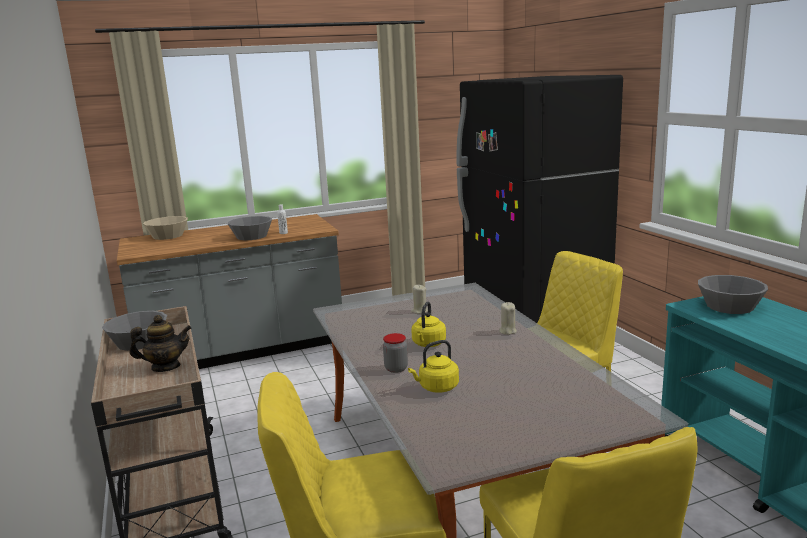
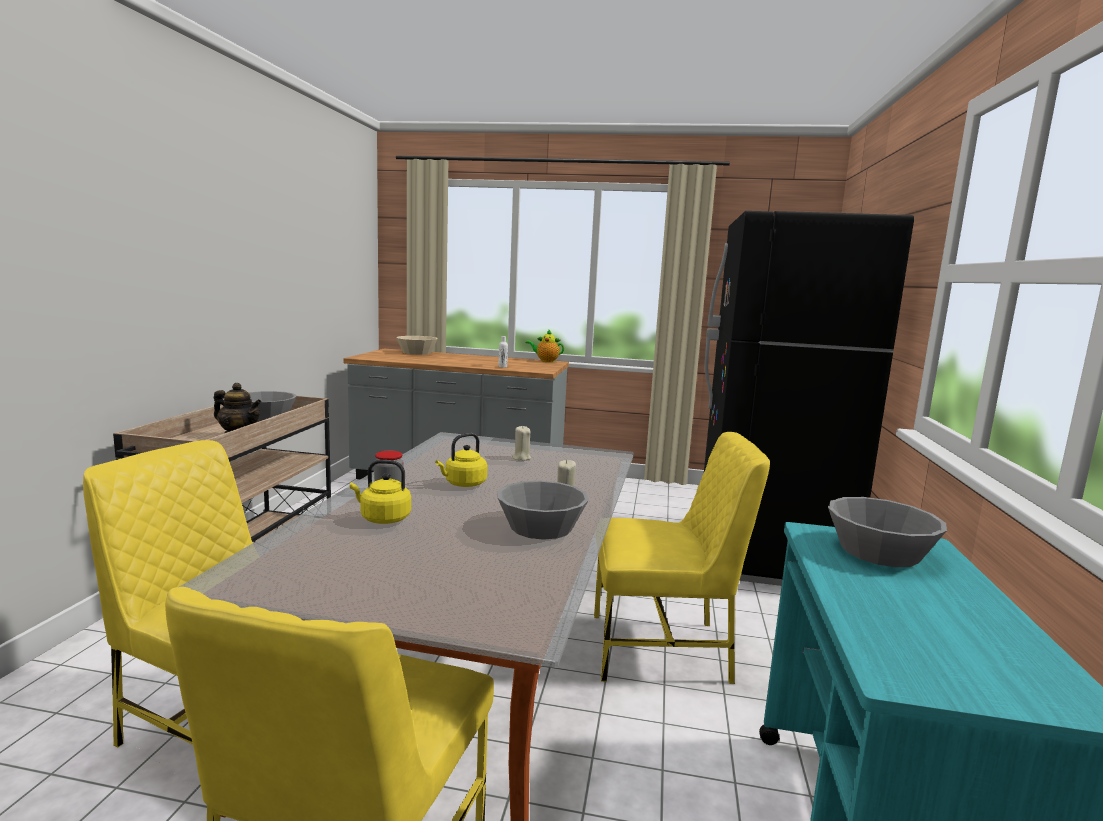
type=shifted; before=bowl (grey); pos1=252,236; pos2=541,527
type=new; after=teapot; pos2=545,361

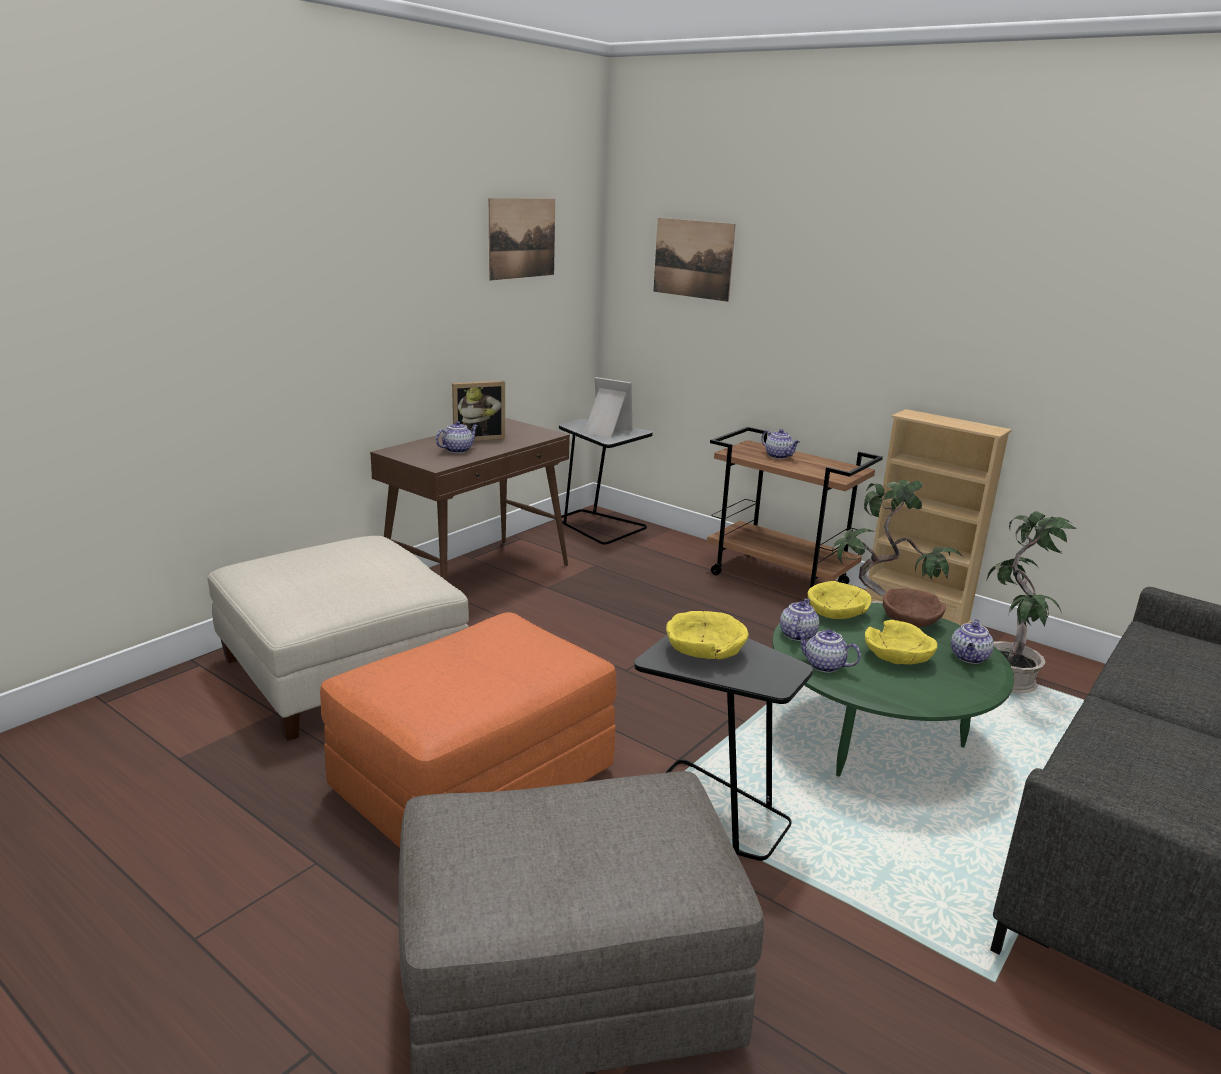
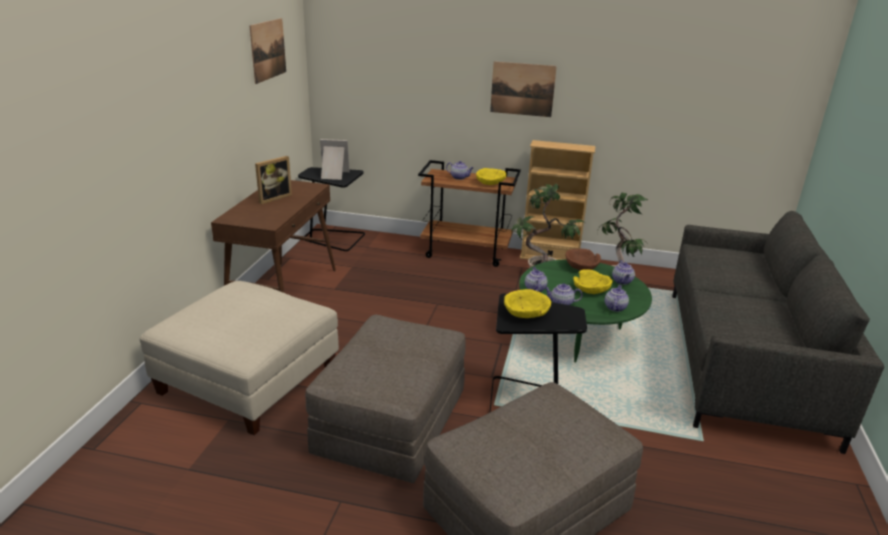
type=repainted; before=ottoman (orange); after=ottoman (grey); pos1=475,779; pos2=391,422
type=shifted; before=bowl (yellow); pos1=836,614; pos2=490,183
type=shifted; before=picture; pos1=693,259; pos2=522,89
type=shifted; before=teapot; pos1=458,450; pos2=615,307

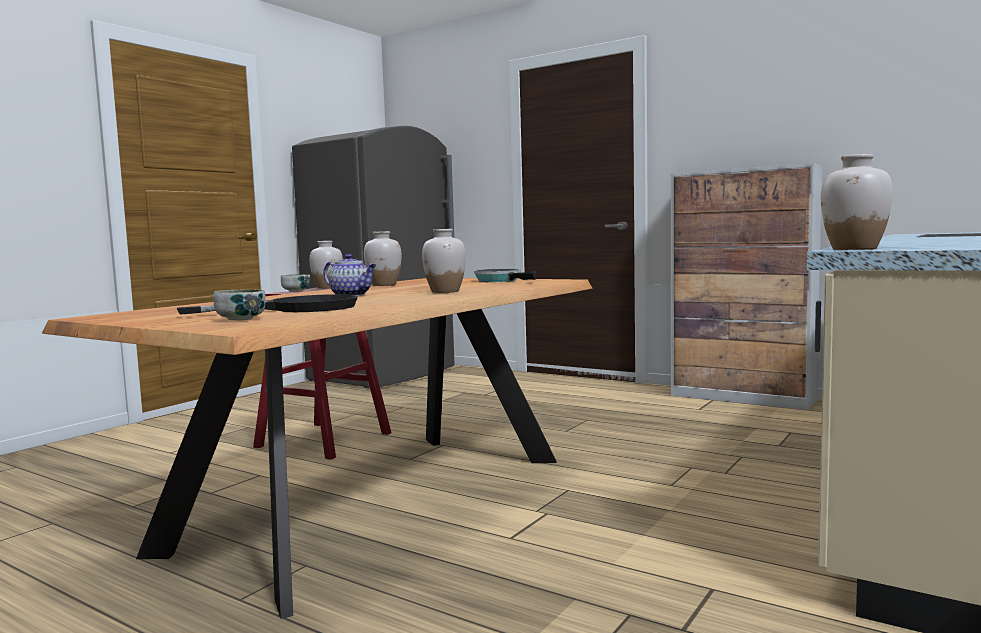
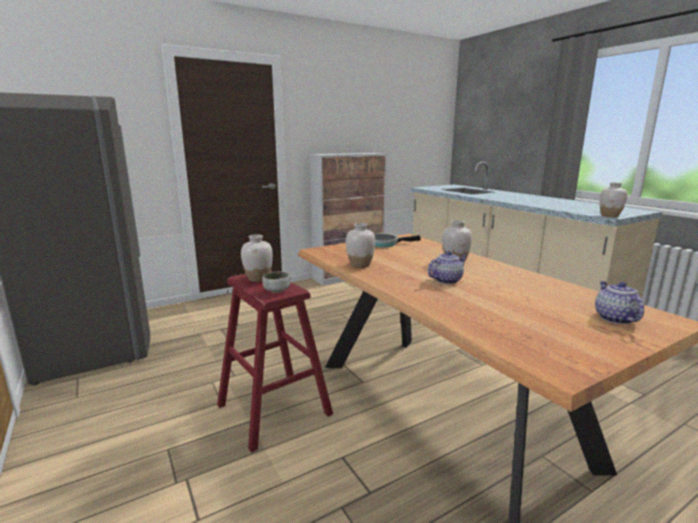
type=swapped; before=bowl; after=teapot; pos1=241,319; pos2=614,318
type=gone; before=frying pan (black); pos1=296,309

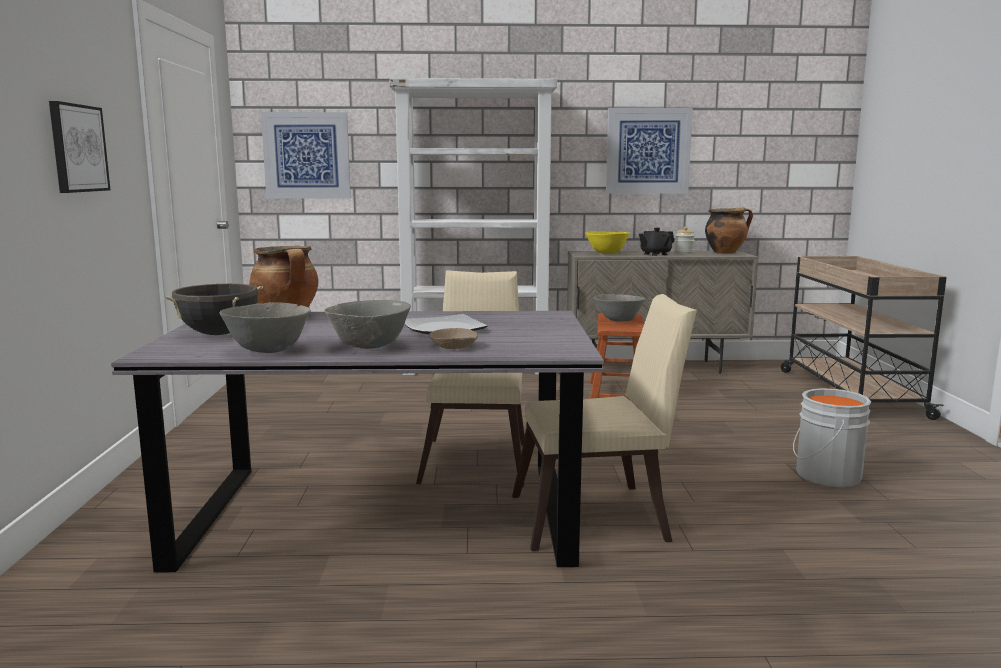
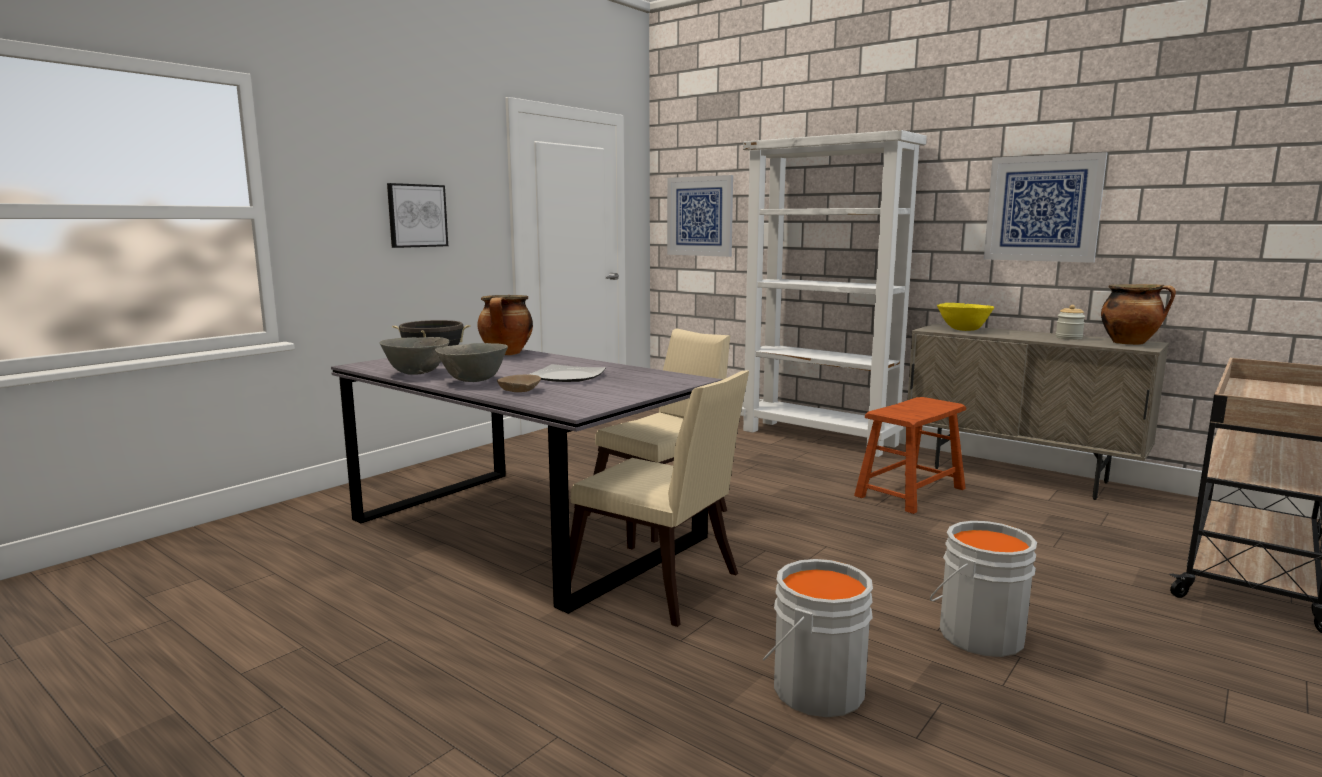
type=new; after=bucket (grey); pos2=813,688
type=gone; before=bowl (grey); pos1=618,320
type=gone; before=teapot (black); pos1=655,254

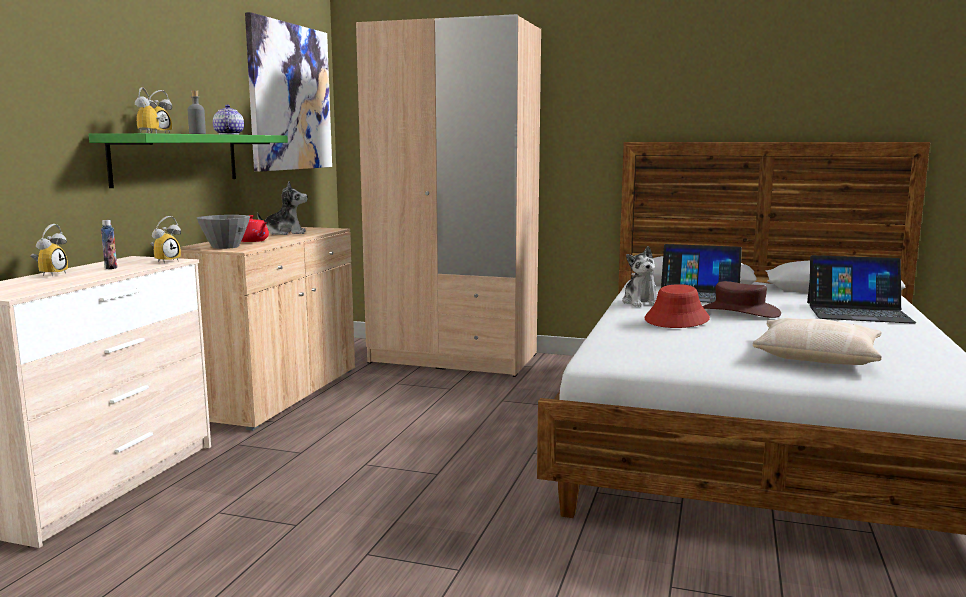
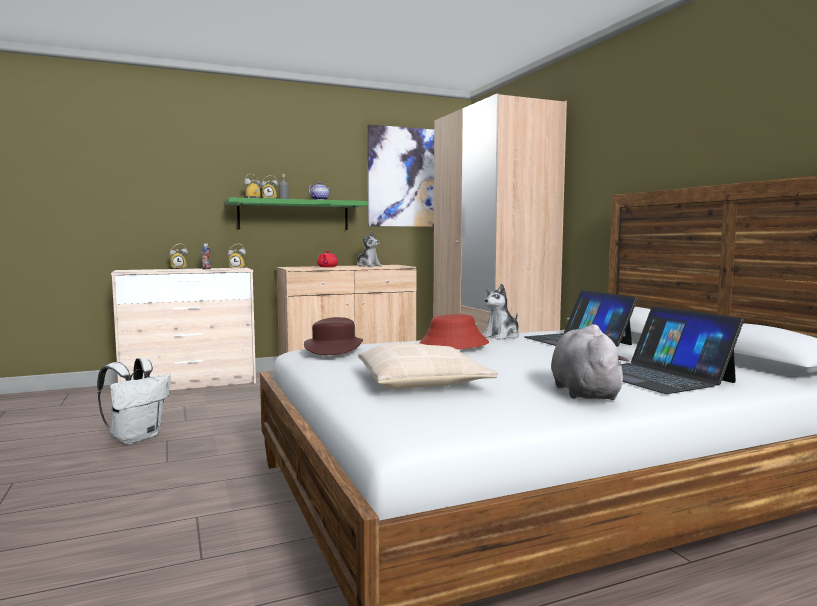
type=new; after=backpack (white); pos2=136,438
type=shifted; before=hat (brown); pos1=739,311; pos2=334,348
type=new; after=plush toy (grey); pos2=584,392
type=gone; before=bowl (grey); pos1=225,247

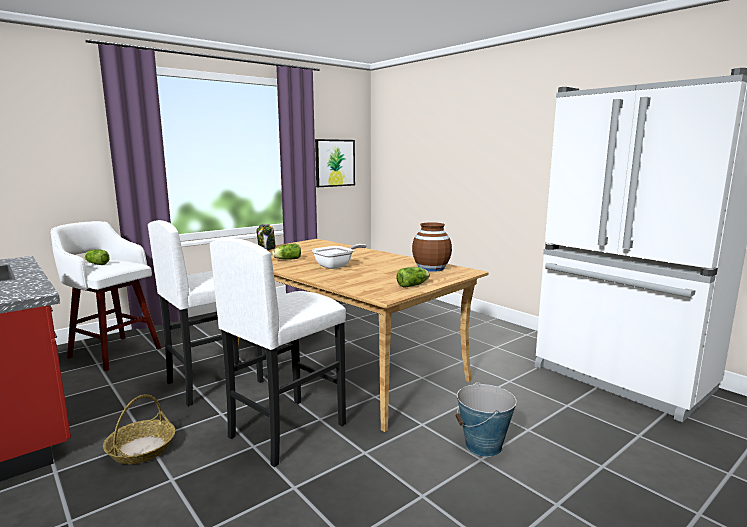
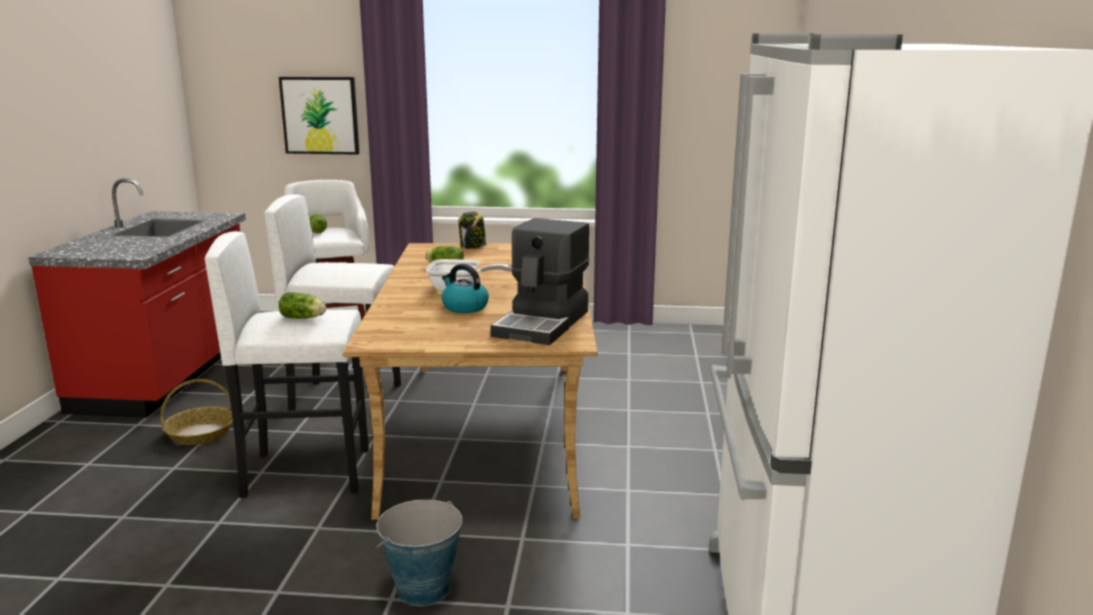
type=shifted; before=picture; pos1=334,163; pos2=320,115
type=shifted; before=lettuce; pos1=414,285; pos2=304,318
type=new; after=kettle; pos2=464,307
type=swapped; before=vase (brown); after=coffee machine; pos1=431,268; pos2=543,324

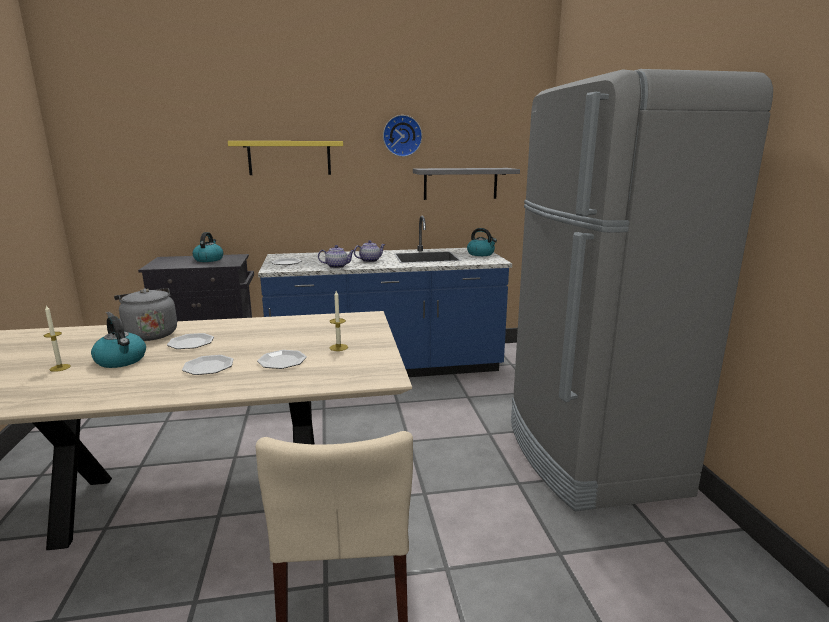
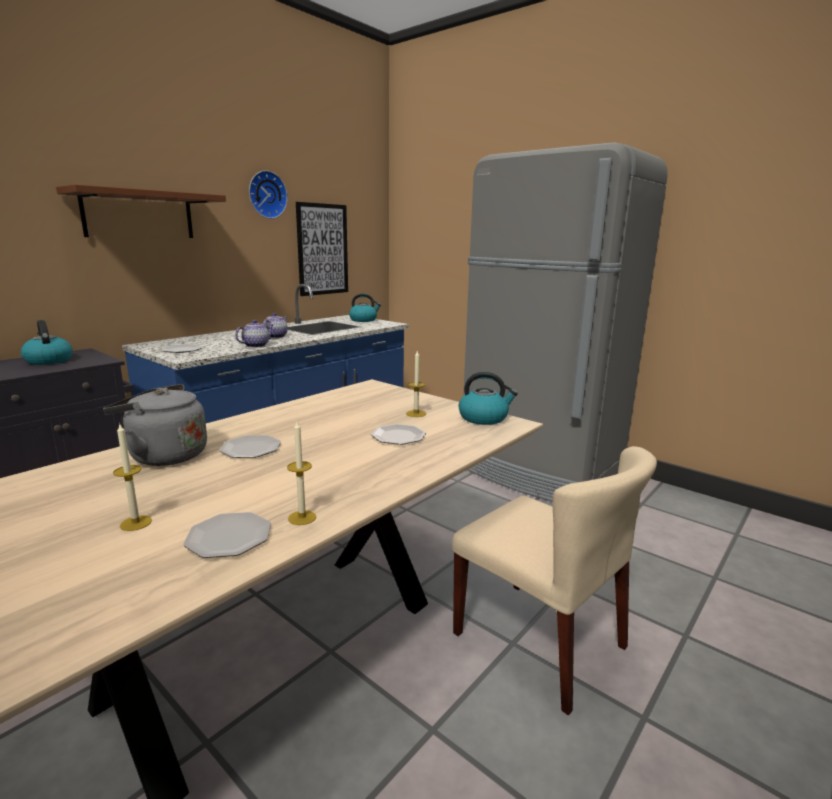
type=repainted; before=shelf (yellow); after=shelf (brown); pos1=289,158; pos2=139,215
type=shifted; before=plate; pos1=208,367; pos2=228,538
type=new; after=candle; pos2=302,517
type=swapped; before=shelf (grey); after=picture; pos1=460,183; pos2=322,249
type=shifted; before=kettle; pos1=121,360; pos2=484,418

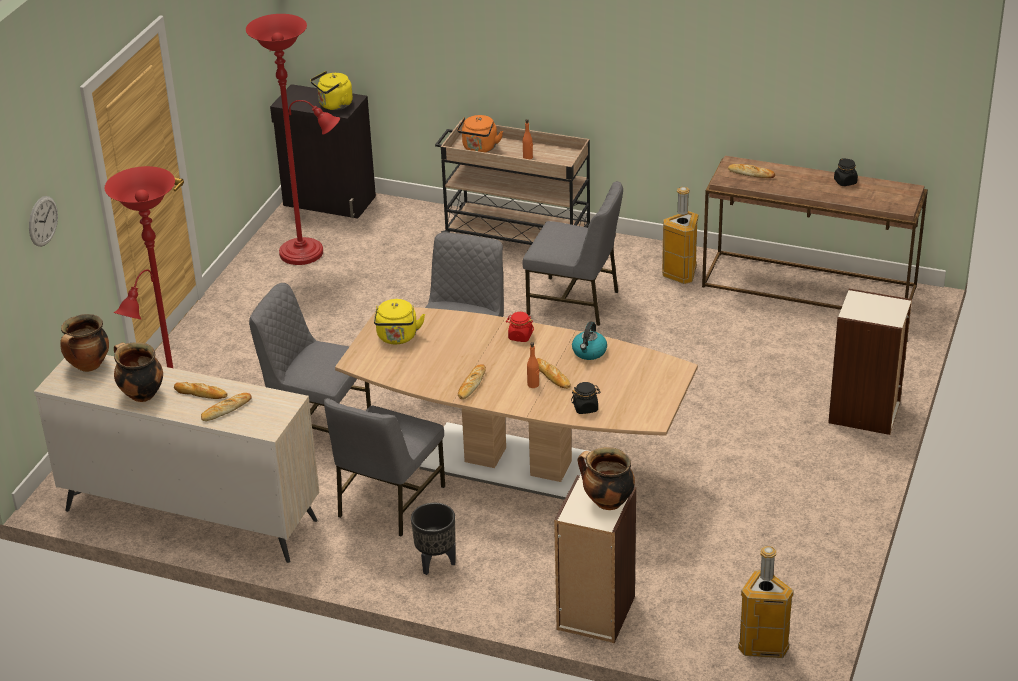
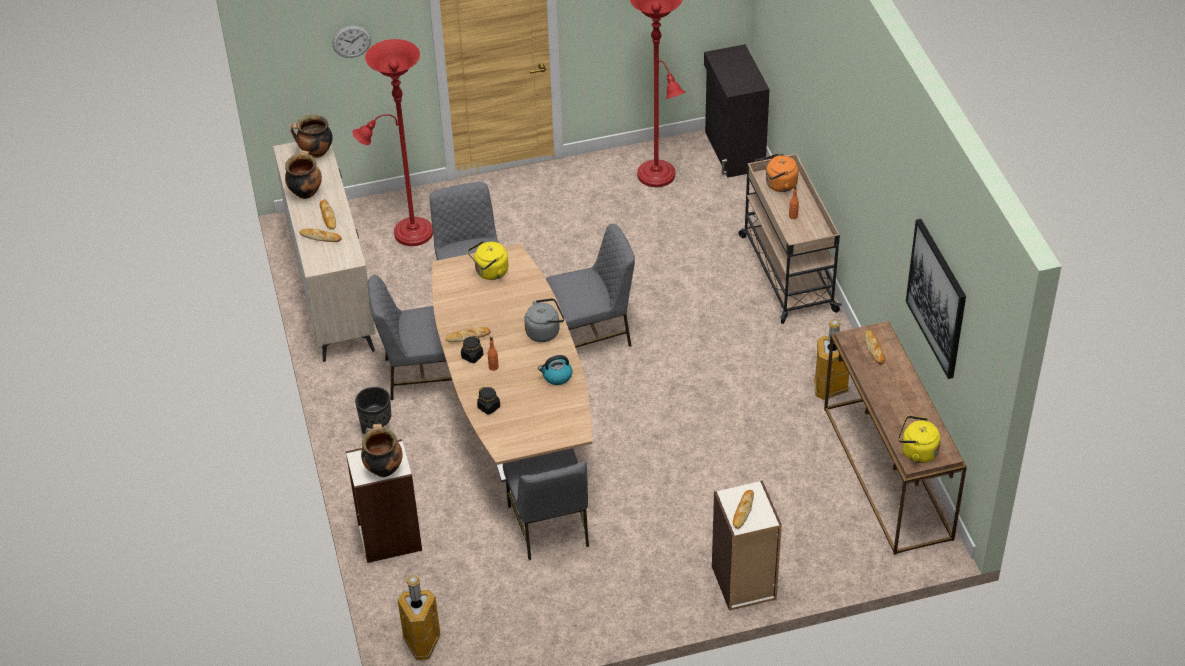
type=shifted; before=jar (black); pos1=845,182; pos2=472,356
type=shifted; before=chair (grey); pos1=574,302; pos2=549,527
type=swapped; before=jar (red); after=kettle (grey); pos1=520,336; pos2=544,331
type=shifted; before=bread; pos1=552,376; pos2=743,511
type=shifted; before=kettle (yellow); pos1=334,105; pos2=916,452
type=new; after=picture; pos2=937,298

